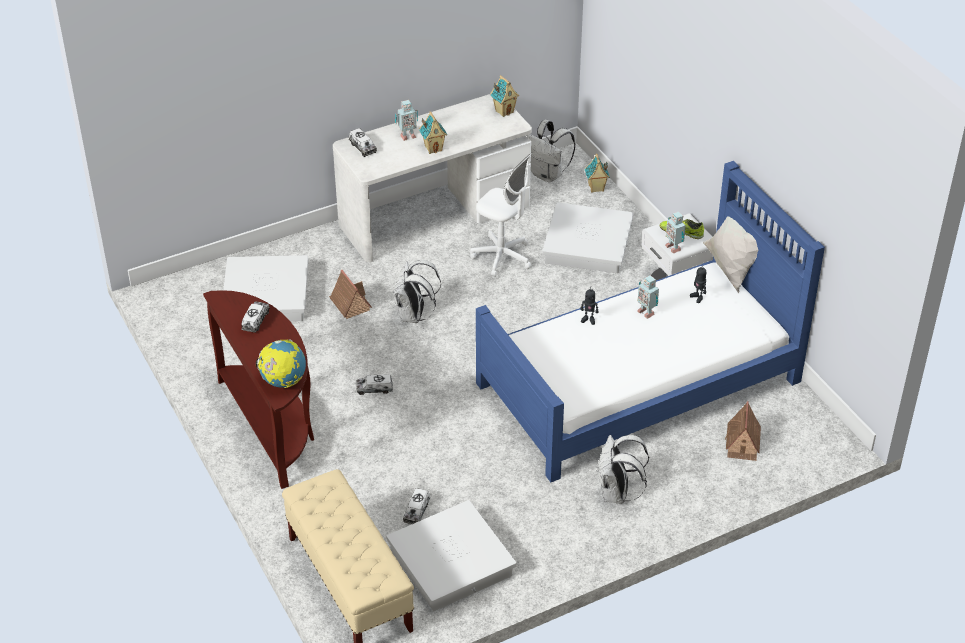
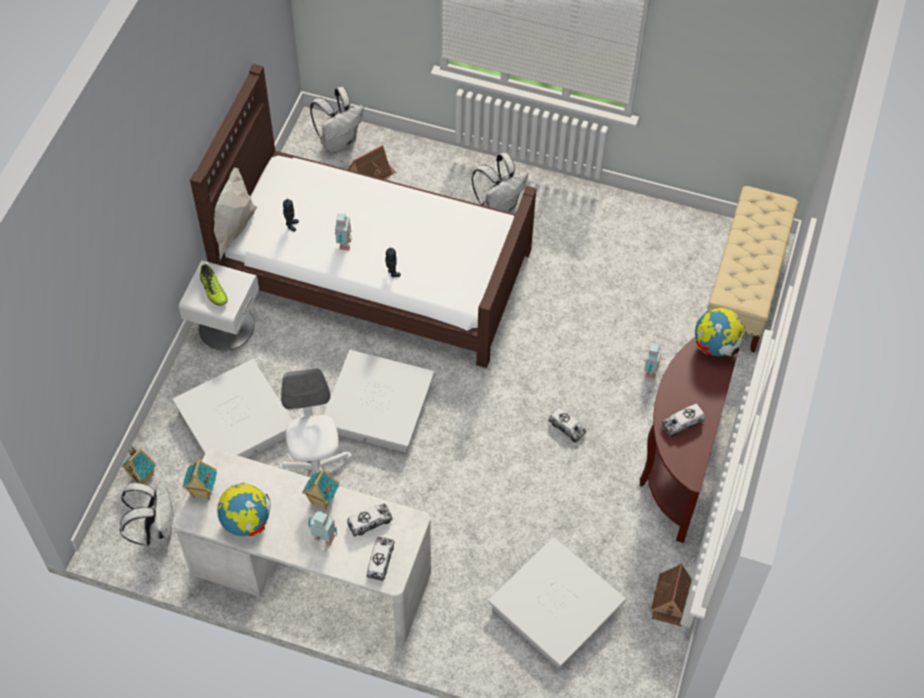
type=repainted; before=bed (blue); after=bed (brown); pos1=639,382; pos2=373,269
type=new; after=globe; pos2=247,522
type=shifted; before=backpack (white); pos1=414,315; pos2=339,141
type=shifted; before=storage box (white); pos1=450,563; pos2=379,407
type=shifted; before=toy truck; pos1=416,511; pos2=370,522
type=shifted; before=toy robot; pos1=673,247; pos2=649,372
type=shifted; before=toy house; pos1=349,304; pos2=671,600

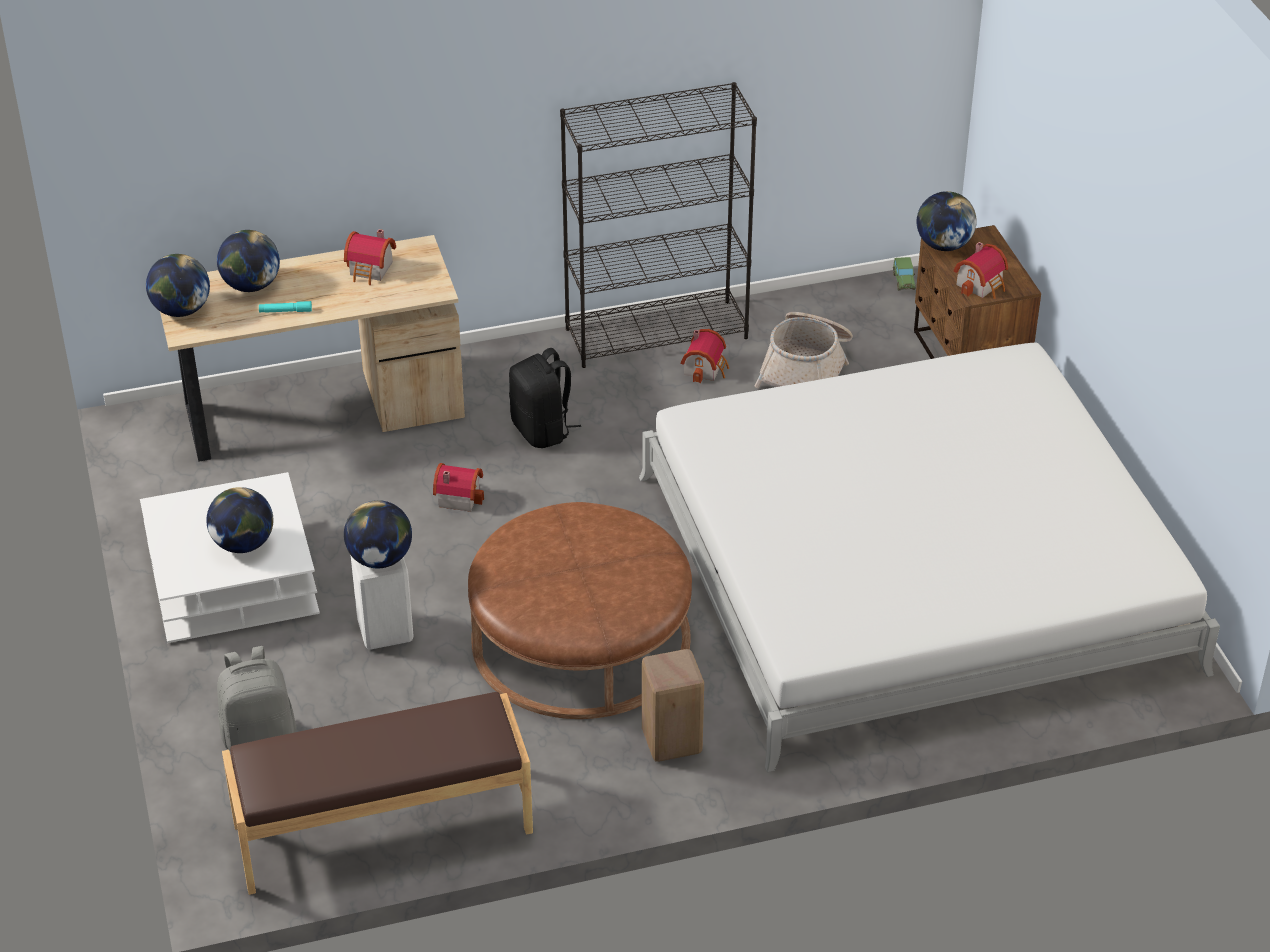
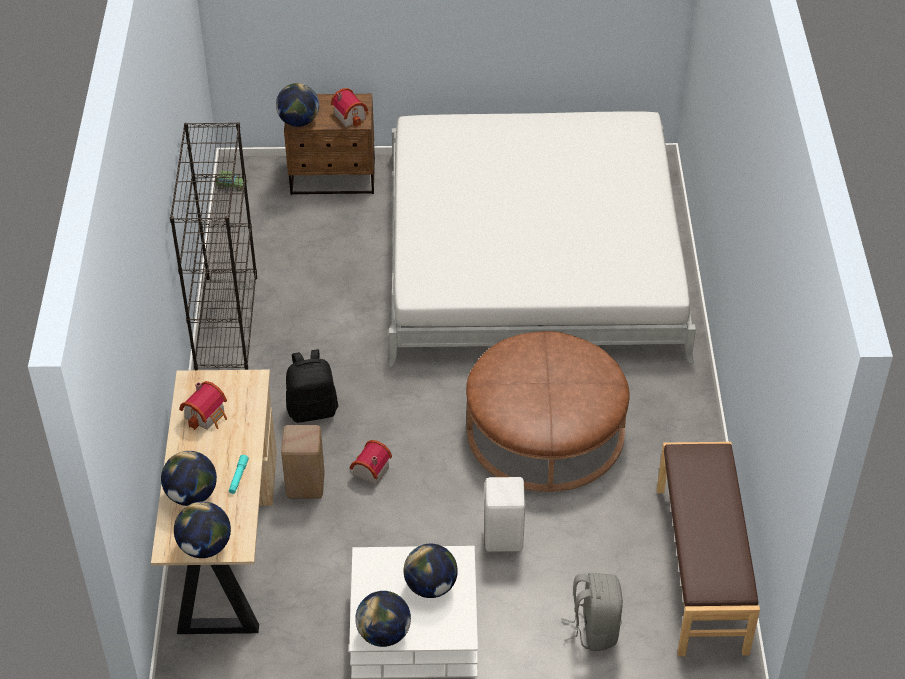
type=shifted; before=stool (beige); pos1=673,739; pos2=304,484
type=shifted; before=globe; pos1=380,559; pos2=384,634
type=gone; before=toy house; pos1=706,368
type=gone; before=basket; pos1=807,368

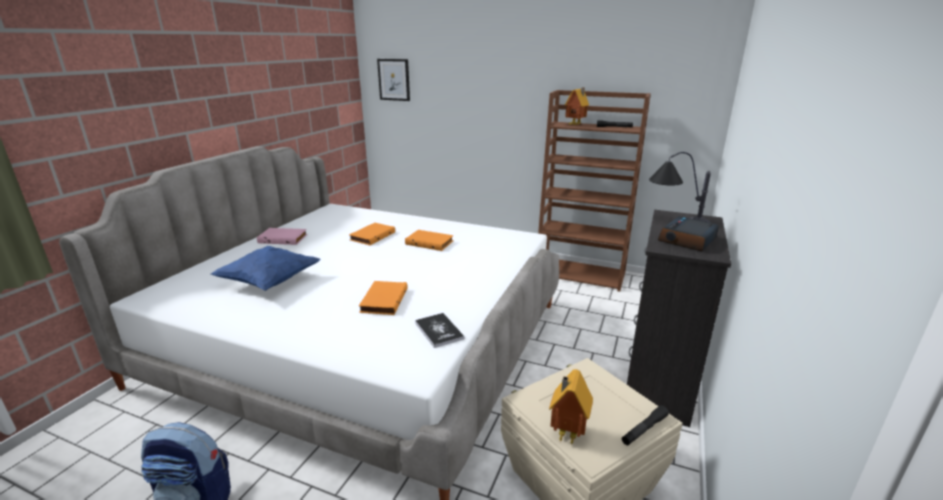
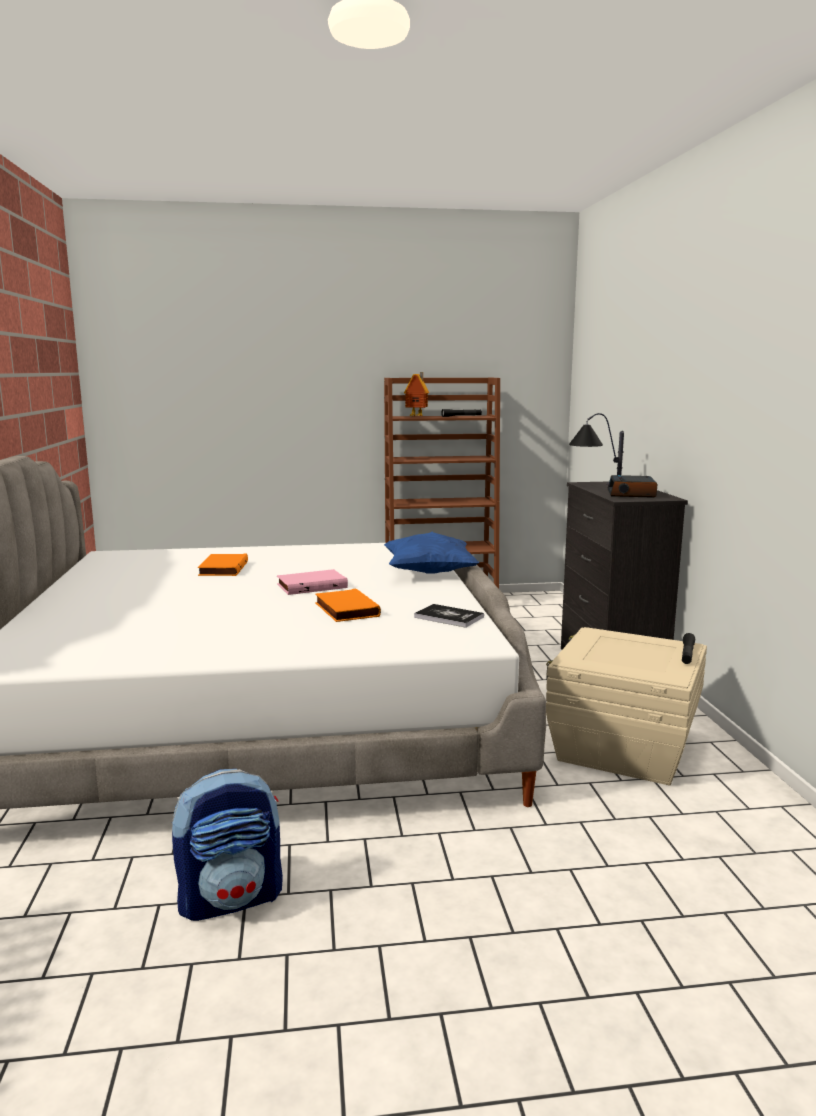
type=shifted; before=book (pink); pos1=283,238; pos2=312,586
type=shifted; before=pillow (blue); pos1=270,282; pos2=429,573
type=gone; before=picture; pos1=394,79
type=gone; before=book (orange); pos1=430,242
type=gone; before=toy house; pos1=566,434

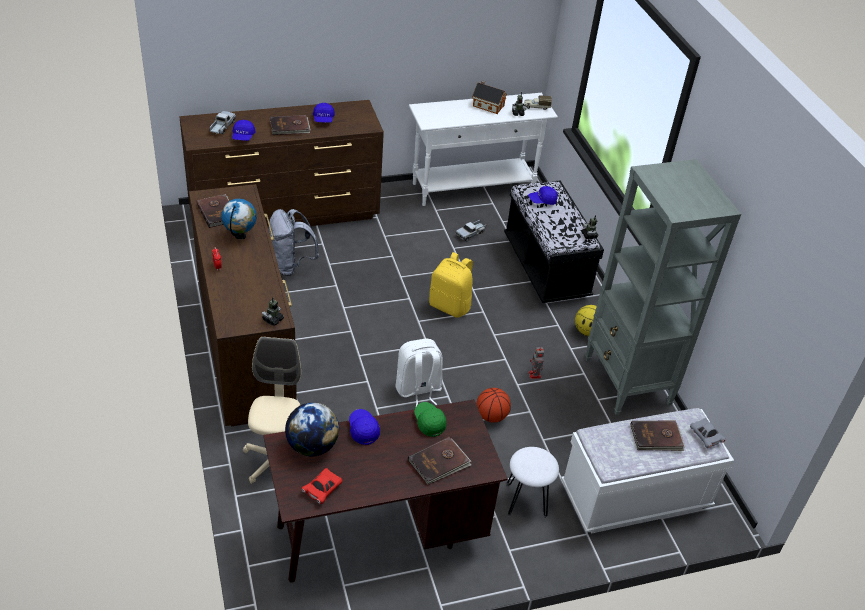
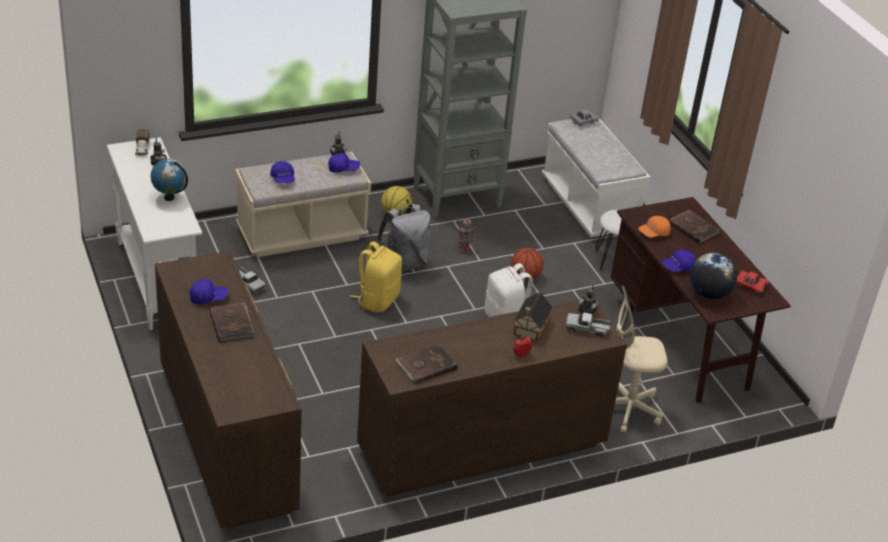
type=shifted; before=globe; pos1=240,236; pos2=169,197
type=repainted; before=bench (black); after=bench (beige); pos1=546,268; pos2=301,234
type=shifted; before=cap (blue); pos1=243,136; pos2=343,168
type=shifted; before=backpack (grey); pos1=291,265; pos2=404,263
type=shifted; before=toy house; pos1=487,105; pos2=530,328
type=shifted; before=toy truck; pos1=222,127; pos2=587,329
type=repainted; before=cap (green); after=cap (orange); pos1=429,422; pos2=653,233
type=gone; before=book (brown); pos1=656,438

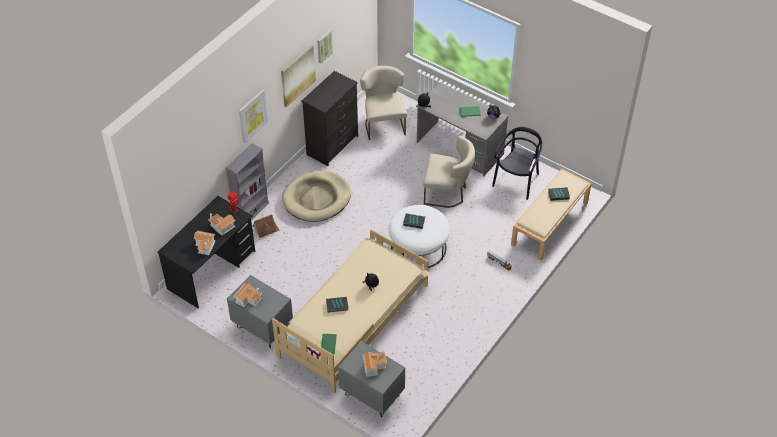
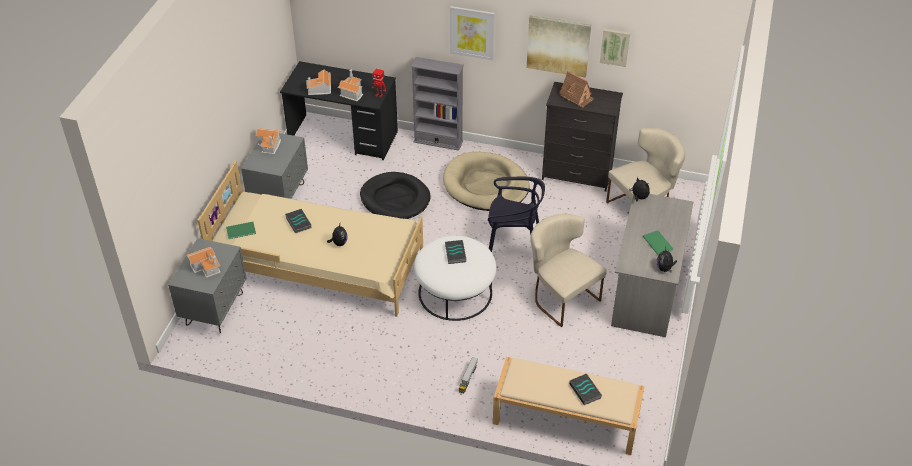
type=new; after=dog bed (black); pos2=395,199
type=shifted; before=chair (black); pos1=516,181; pos2=513,244
type=rotated; before=chair (beige); pos1=447,193; pos2=561,297; turn=150
type=shifted; before=toy house; pos1=266,229; pos2=576,97

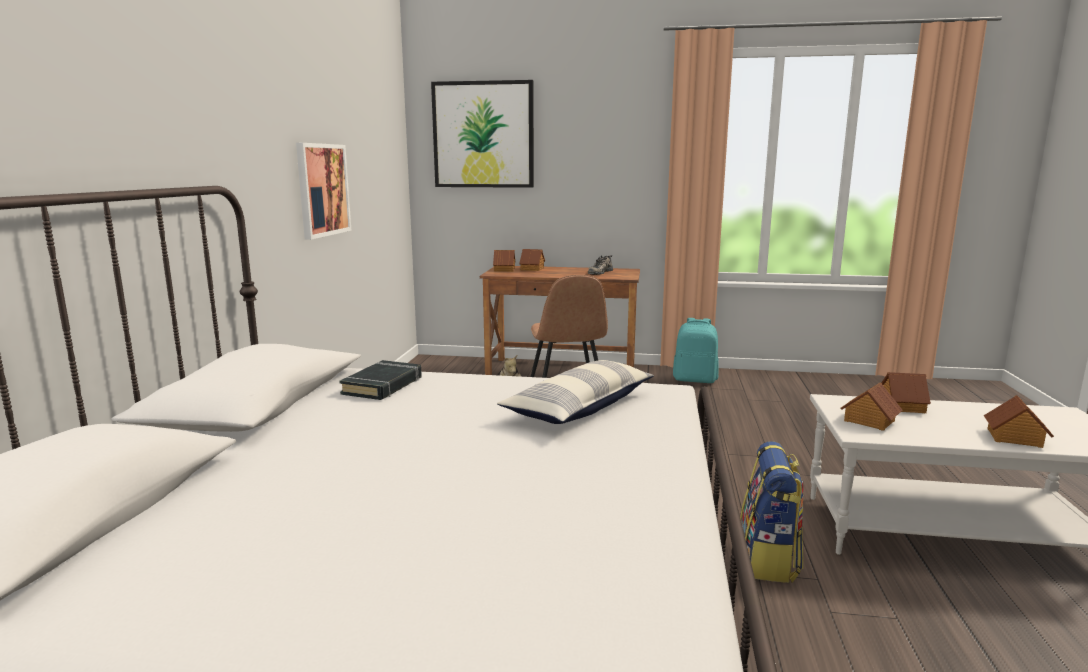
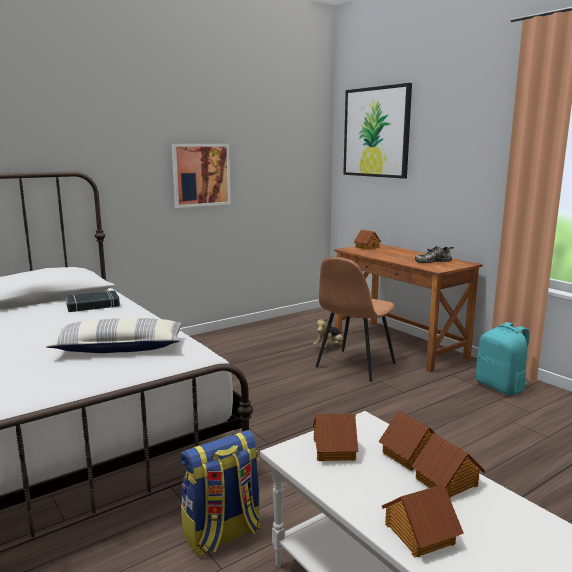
type=shifted; before=toy house; pos1=532,269; pos2=447,482

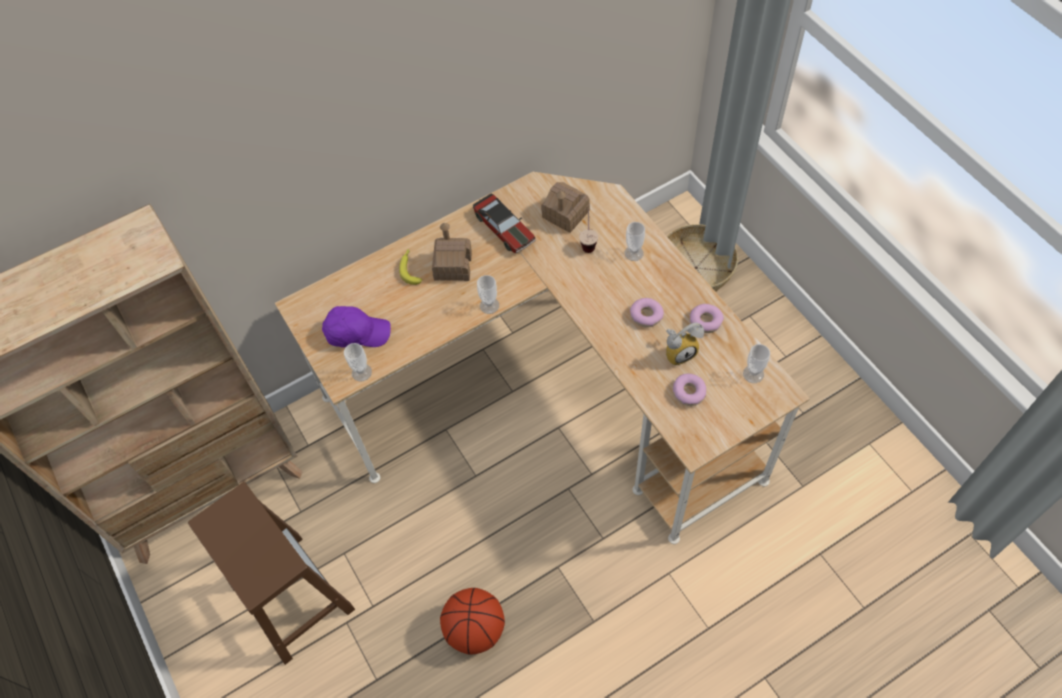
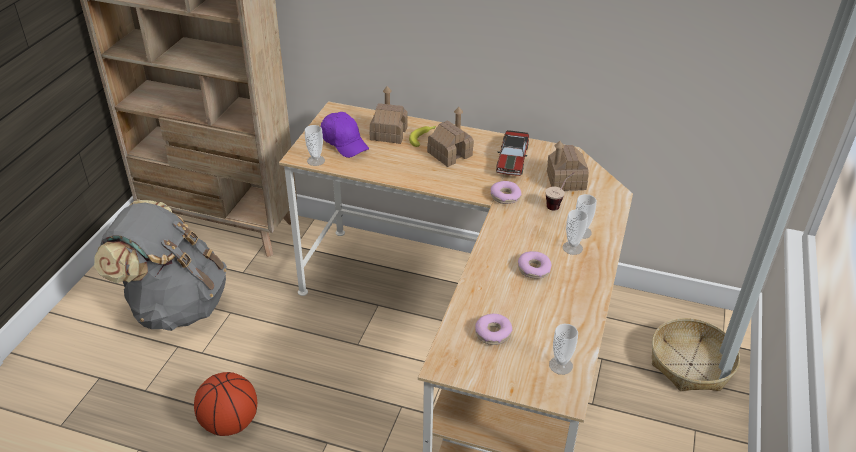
type=swapped; before=stool (brown); after=backpack (grey); pos1=290,595; pos2=175,305
type=new; after=toy house; pos2=388,133
type=shifted; before=donut; pos1=705,321; pos2=505,197
type=shifted; before=cup; pos1=489,305; pos2=572,248
type=gone; before=alarm clock; pos1=679,351

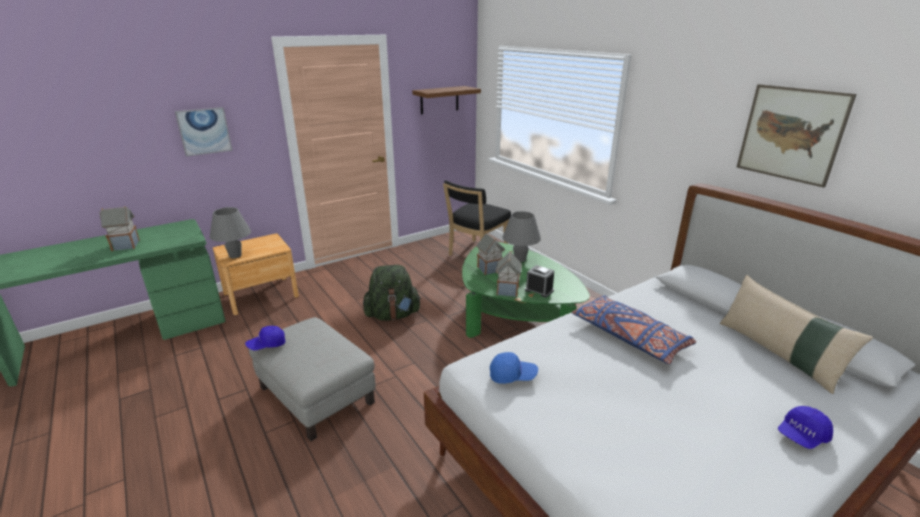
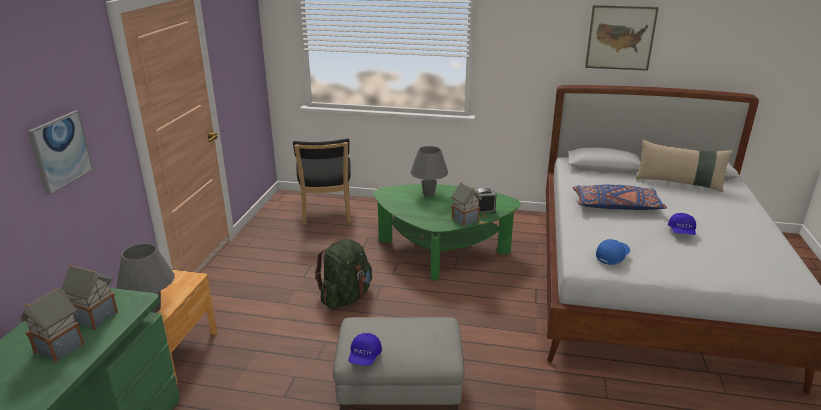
type=shifted; before=toy house; pos1=490,269; pos2=96,318
type=shifted; before=cap (blue); pos1=801,436; pos2=681,231
type=gone; before=shelf (brown); pos1=439,100

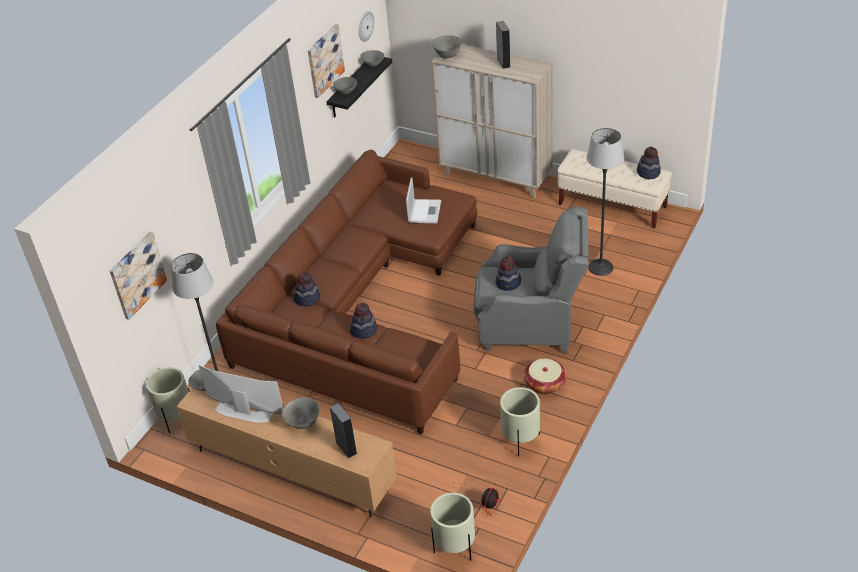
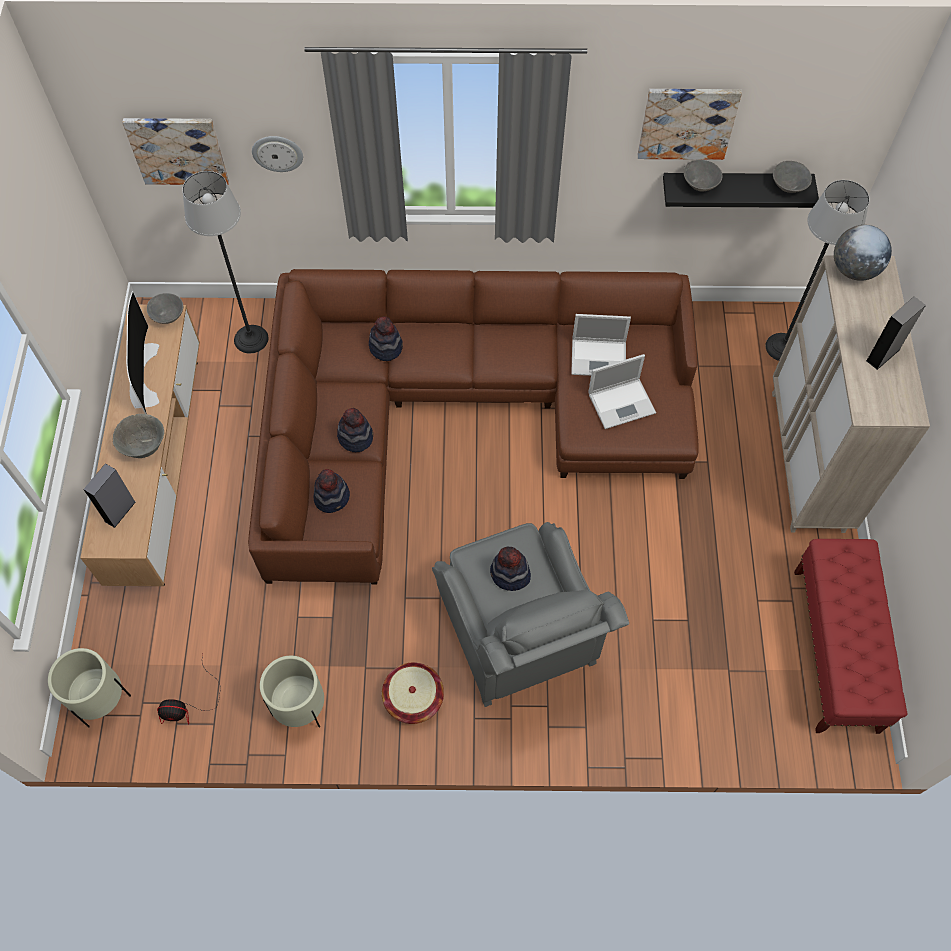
type=shifted; before=wall clock; pos1=365,26; pos2=277,152
type=shifted; before=hat; pos1=648,172; pos2=332,497
type=new; after=laptop; pos2=600,358
type=shifted; before=floor lamp; pos1=600,267; pos2=782,347
type=repainted; before=bench (beige); after=bench (red); pos1=612,206; pos2=835,650
type=swapped; before=bowl (grey); after=globe; pos1=447,55; pos2=854,269
type=gone; before=planter (beige); pos1=176,418

